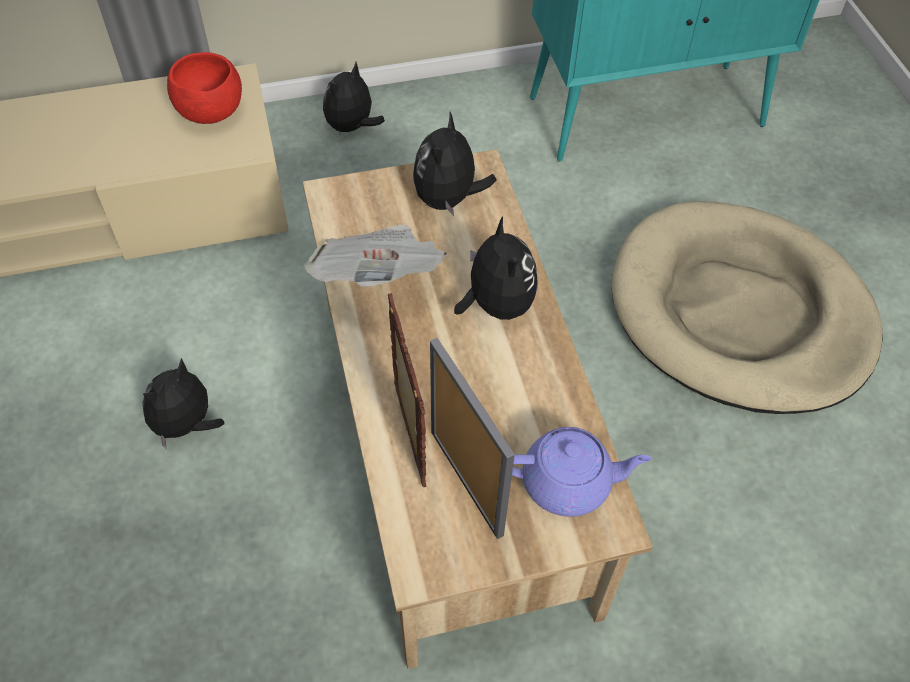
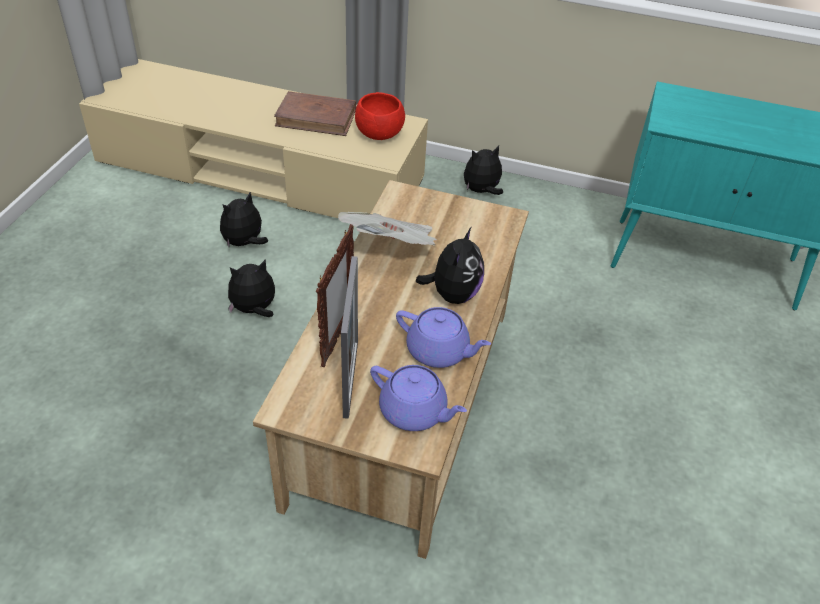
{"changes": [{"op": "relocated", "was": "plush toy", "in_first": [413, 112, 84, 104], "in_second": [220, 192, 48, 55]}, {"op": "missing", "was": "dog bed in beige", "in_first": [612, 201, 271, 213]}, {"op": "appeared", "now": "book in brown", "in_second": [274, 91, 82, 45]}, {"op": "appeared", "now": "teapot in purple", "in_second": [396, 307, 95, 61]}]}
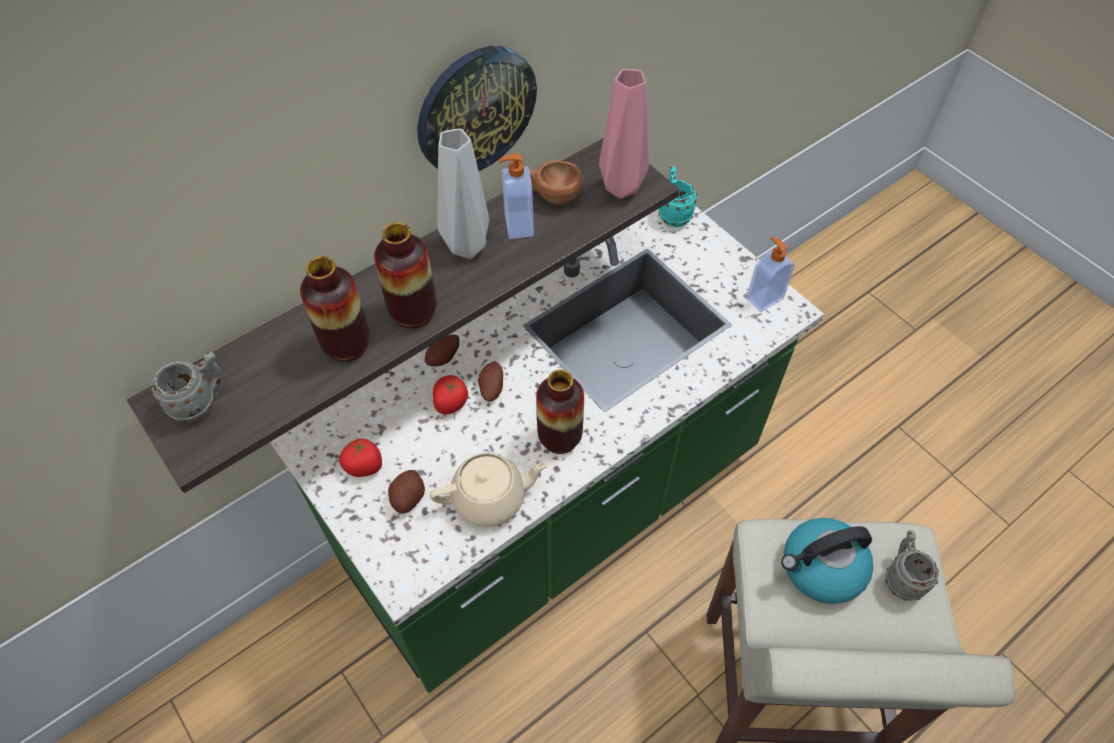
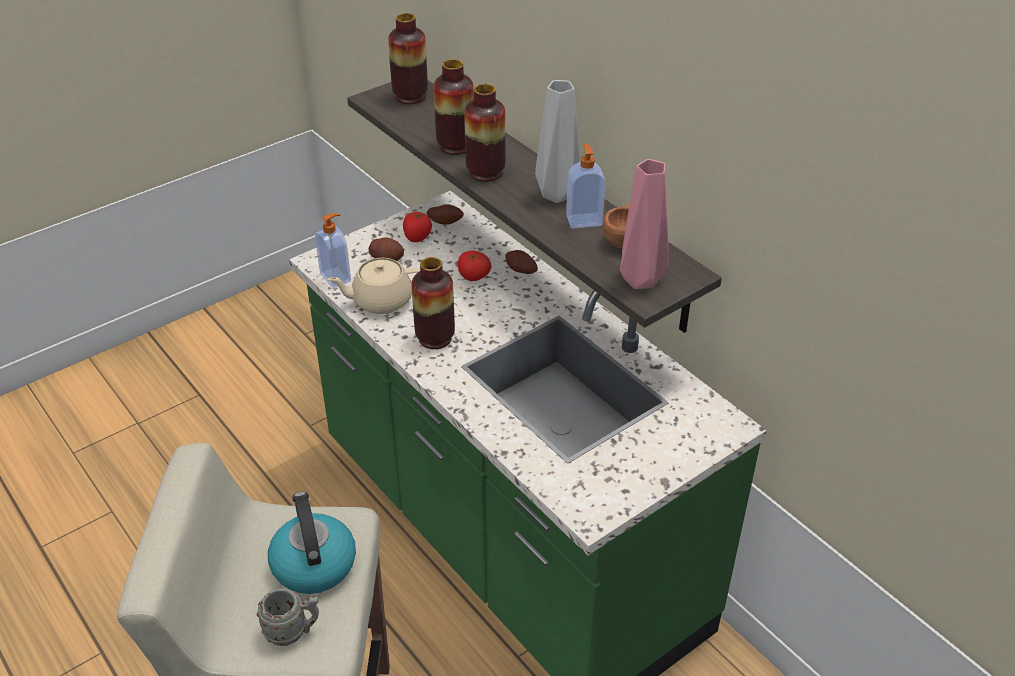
{"changes": [{"op": "exchanged", "was": "mug in grey", "now": "vase", "in_first": [151, 352, 71, 71], "in_second": [388, 13, 40, 91]}, {"op": "missing", "was": "wall clock", "in_first": [417, 46, 120, 125]}, {"op": "spun", "was": "teapot in beige", "in_first": [430, 453, 120, 74], "in_second": [327, 258, 93, 56], "clockwise": 90}, {"op": "relocated", "was": "potato", "in_first": [478, 361, 25, 41], "in_second": [427, 204, 37, 21]}, {"op": "missing", "was": "mug in turquoise", "in_first": [658, 166, 39, 61]}, {"op": "relocated", "was": "soap dispenser", "in_first": [746, 237, 49, 75], "in_second": [315, 213, 36, 75]}]}
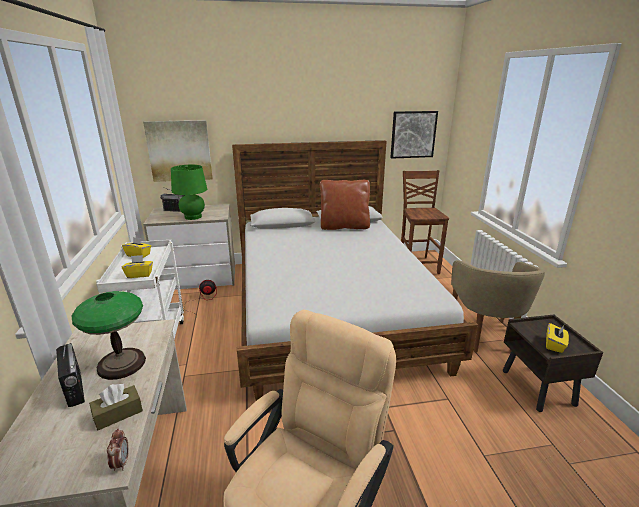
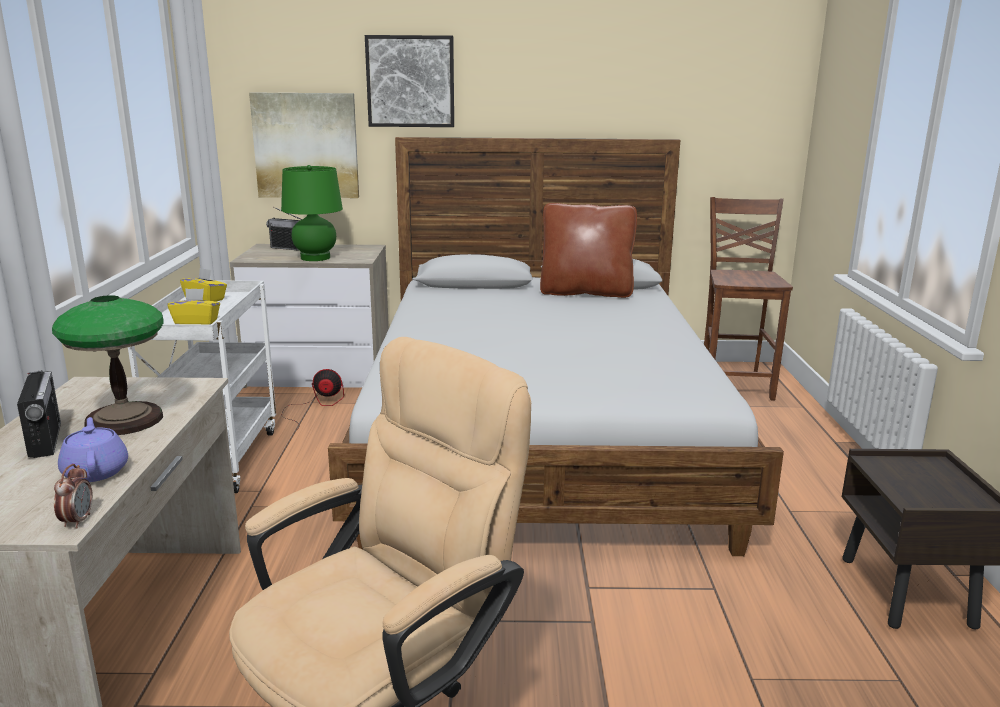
{"changes": [{"op": "exchanged", "was": "tissue box in brown", "now": "teapot in purple", "in_first": [89, 384, 54, 47], "in_second": [58, 417, 70, 65]}, {"op": "relocated", "was": "picture", "in_first": [390, 111, 48, 48], "in_second": [365, 35, 89, 92]}, {"op": "missing", "was": "armchair in beige", "in_first": [451, 260, 94, 93]}, {"op": "missing", "was": "tissue box in yellow", "in_first": [546, 323, 23, 30]}]}
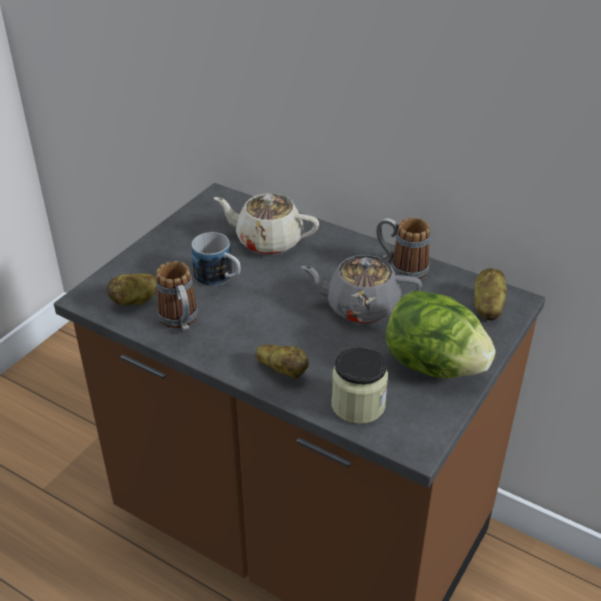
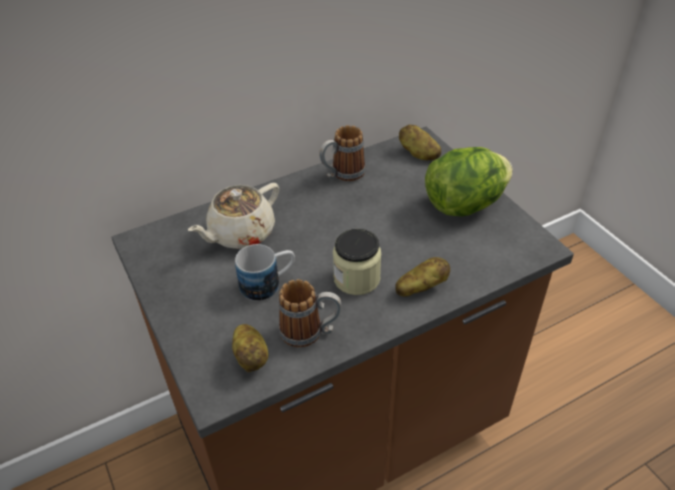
{"changes": [{"op": "missing", "was": "teapot in grey", "in_first": [301, 255, 121, 69]}, {"op": "relocated", "was": "jar", "in_first": [331, 347, 57, 77], "in_second": [333, 229, 48, 66]}]}
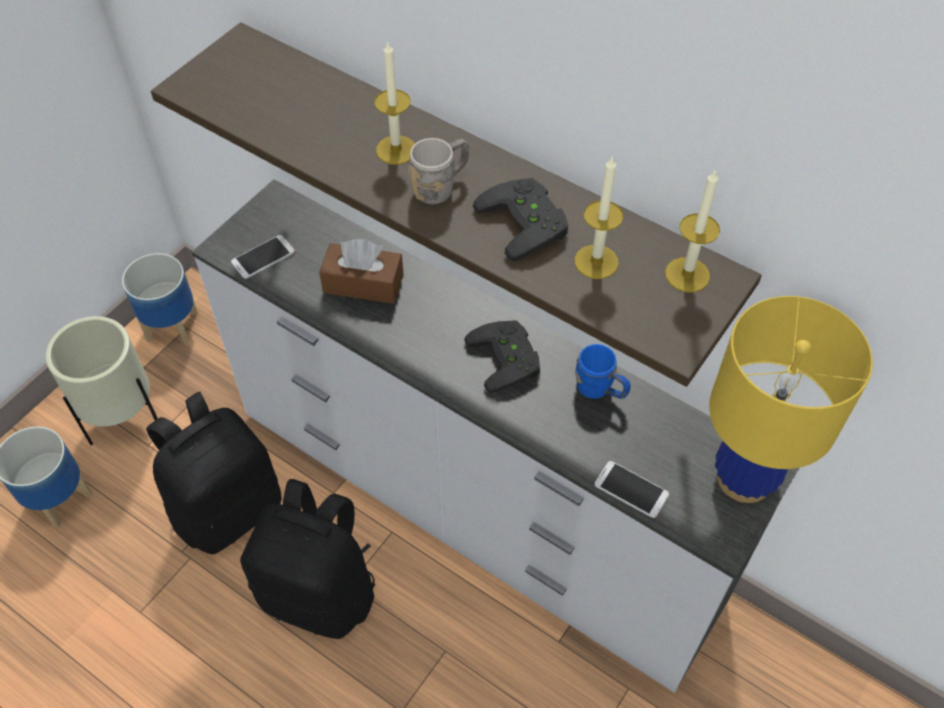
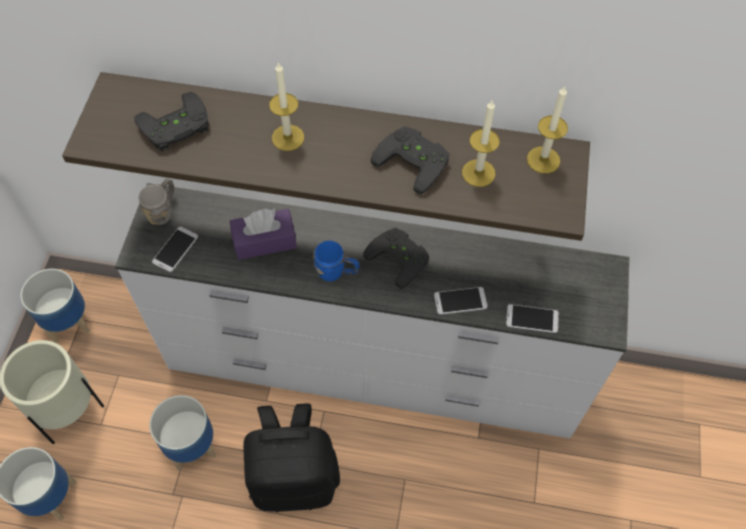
{"changes": [{"op": "exchanged", "was": "backpack in black", "now": "planter", "in_first": [146, 392, 135, 163], "in_second": [149, 395, 67, 76]}, {"op": "colour", "was": "tissue box in brown", "now": "tissue box in purple", "in_first": [319, 239, 85, 65], "in_second": [230, 208, 67, 52]}, {"op": "relocated", "was": "mug in grey", "in_first": [409, 138, 60, 66], "in_second": [139, 178, 35, 47]}, {"op": "relocated", "was": "mug in blue", "in_first": [575, 344, 56, 55], "in_second": [313, 241, 46, 40]}, {"op": "missing", "was": "table lamp in yellow", "in_first": [709, 296, 164, 207]}, {"op": "appeared", "now": "game controller in black", "in_second": [134, 92, 75, 59]}, {"op": "appeared", "now": "phone", "in_second": [434, 287, 54, 28]}]}
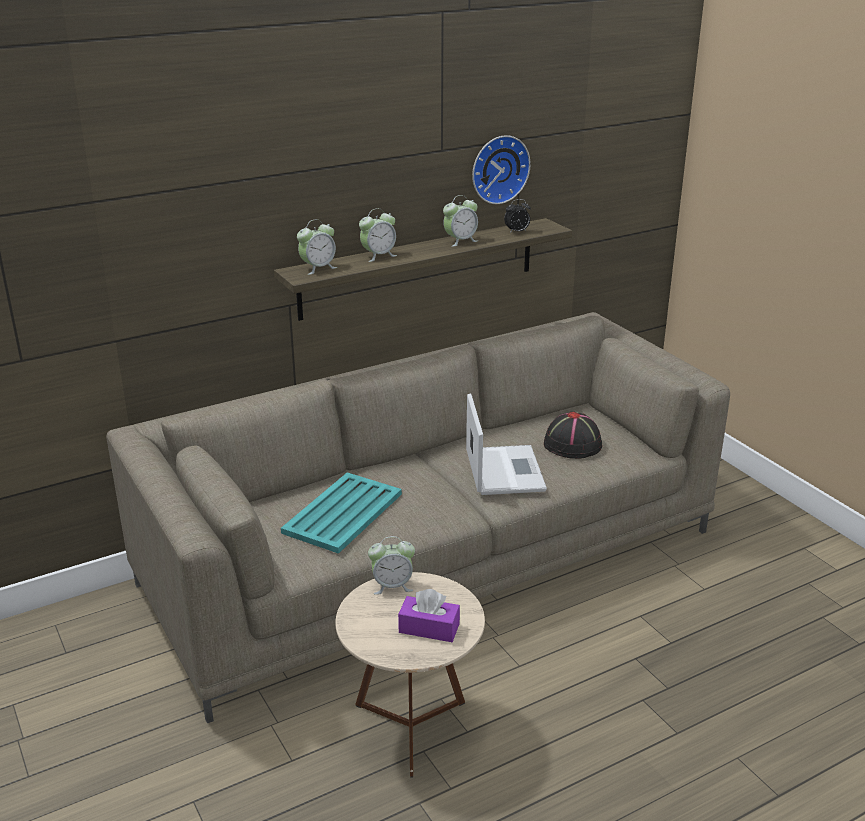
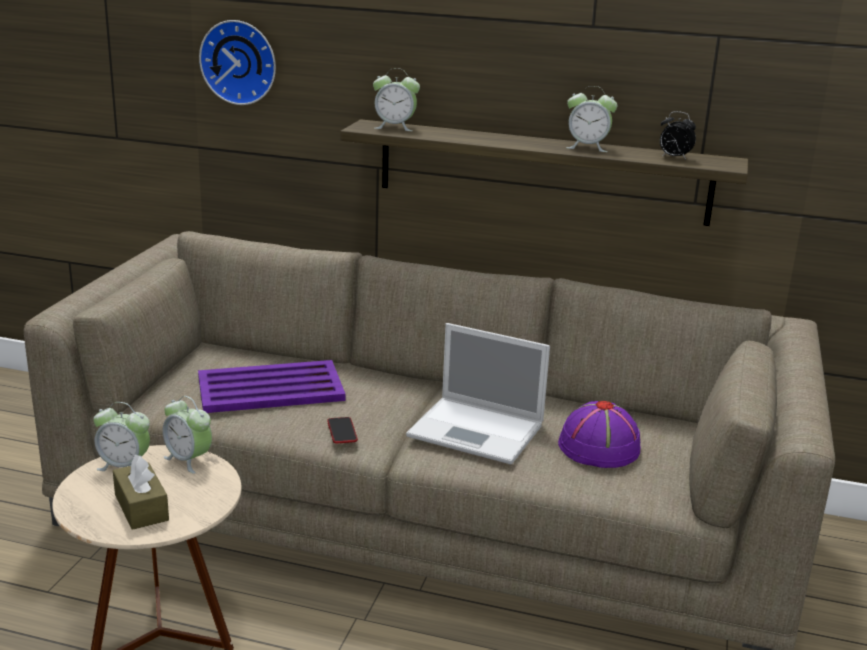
{"changes": [{"op": "colour", "was": "tray in turquoise", "now": "tray in purple", "in_first": [281, 472, 121, 82], "in_second": [198, 360, 148, 53]}, {"op": "relocated", "was": "alarm clock", "in_first": [359, 208, 38, 54], "in_second": [93, 402, 57, 69]}, {"op": "colour", "was": "tissue box in purple", "now": "tissue box in brown", "in_first": [398, 589, 62, 53], "in_second": [113, 455, 56, 75]}, {"op": "spun", "was": "laptop", "in_first": [466, 393, 81, 102], "in_second": [406, 323, 144, 142], "clockwise": 75}, {"op": "relocated", "was": "wall clock", "in_first": [472, 135, 59, 69], "in_second": [199, 20, 77, 85]}, {"op": "colour", "was": "hat in black", "now": "hat in purple", "in_first": [544, 412, 58, 47], "in_second": [558, 401, 83, 67]}, {"op": "appeared", "now": "phone", "in_second": [327, 417, 31, 27]}]}
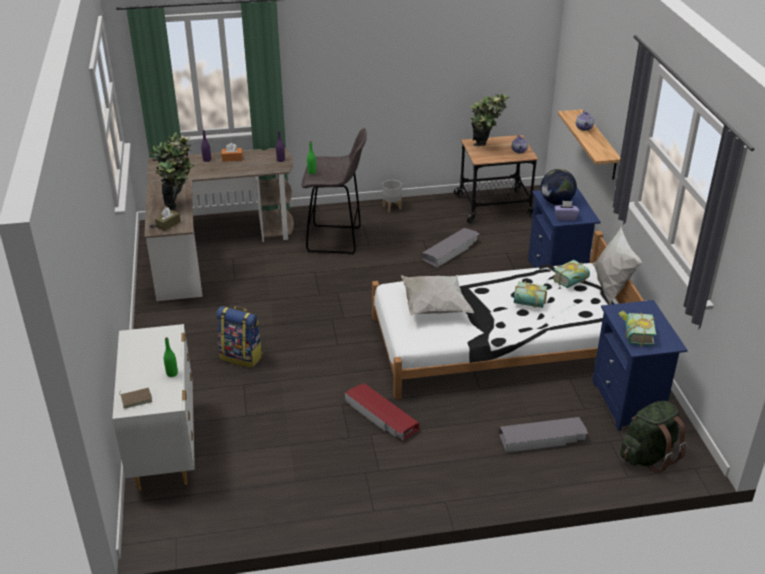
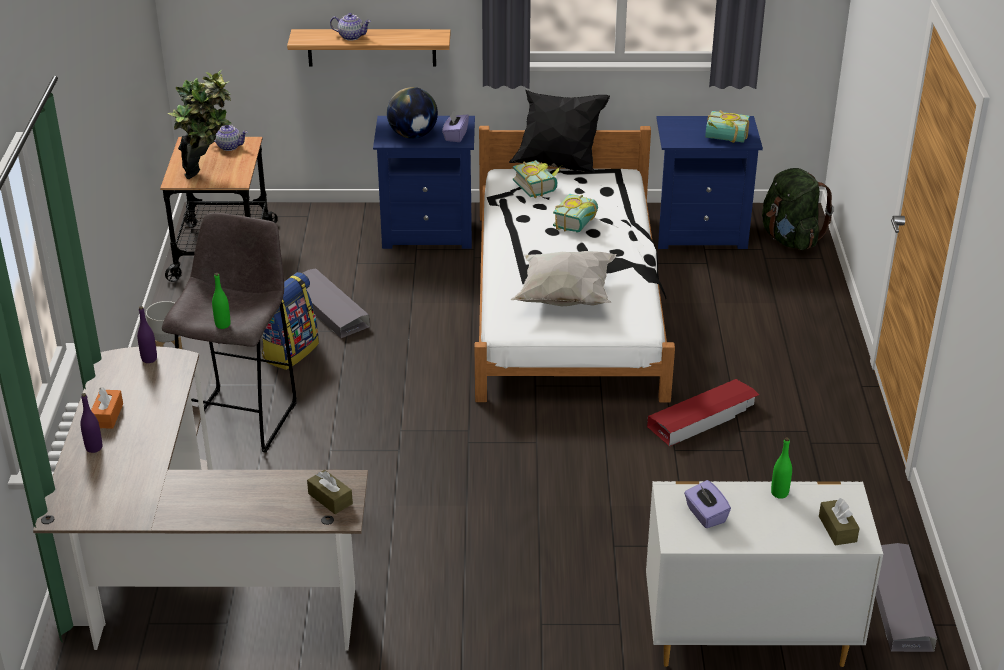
{"changes": [{"op": "exchanged", "was": "book in brown", "now": "tissue box in brown", "in_first": [119, 388, 33, 21], "in_second": [819, 497, 41, 48]}, {"op": "missing", "was": "potted plant", "in_first": [150, 132, 45, 79]}, {"op": "relocated", "was": "backpack", "in_first": [216, 306, 47, 62], "in_second": [262, 272, 57, 98]}, {"op": "relocated", "was": "storage box in grey", "in_first": [499, 417, 89, 36], "in_second": [875, 543, 62, 109]}, {"op": "colour", "was": "pillow in white", "now": "pillow in black", "in_first": [593, 225, 50, 80], "in_second": [509, 90, 101, 83]}, {"op": "appeared", "now": "tissue box in purple", "in_second": [684, 480, 47, 48]}]}
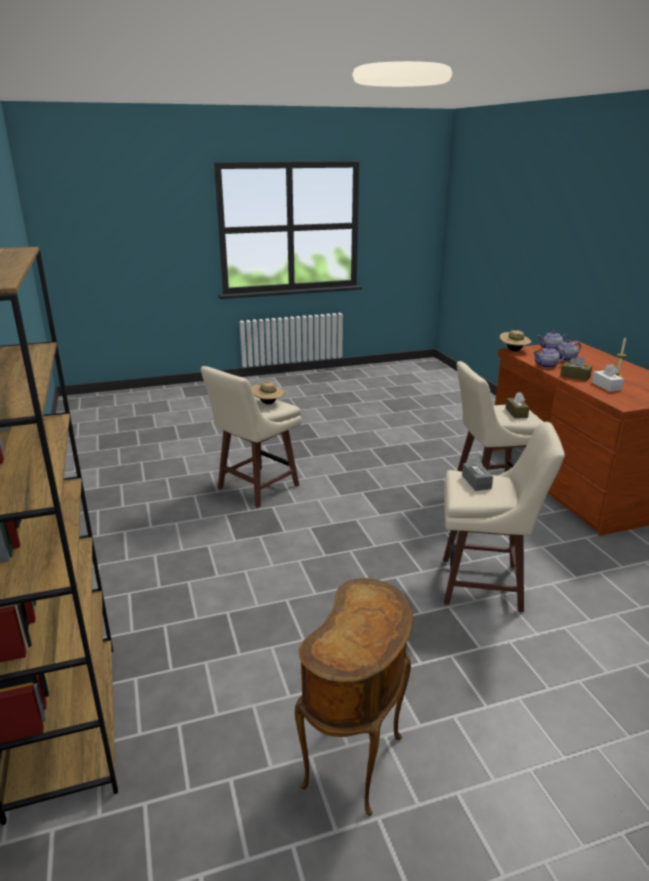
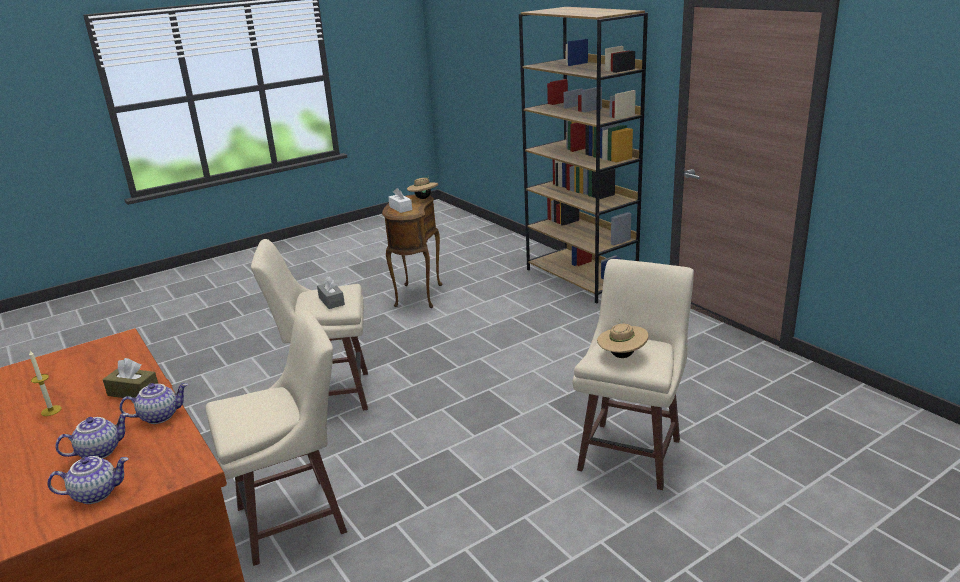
{"changes": [{"op": "relocated", "was": "hat in beige", "in_first": [500, 330, 31, 21], "in_second": [407, 177, 31, 22]}, {"op": "missing", "was": "tissue box in brown", "in_first": [505, 392, 25, 26]}, {"op": "relocated", "was": "tissue box in white", "in_first": [592, 364, 32, 28], "in_second": [388, 188, 24, 25]}]}
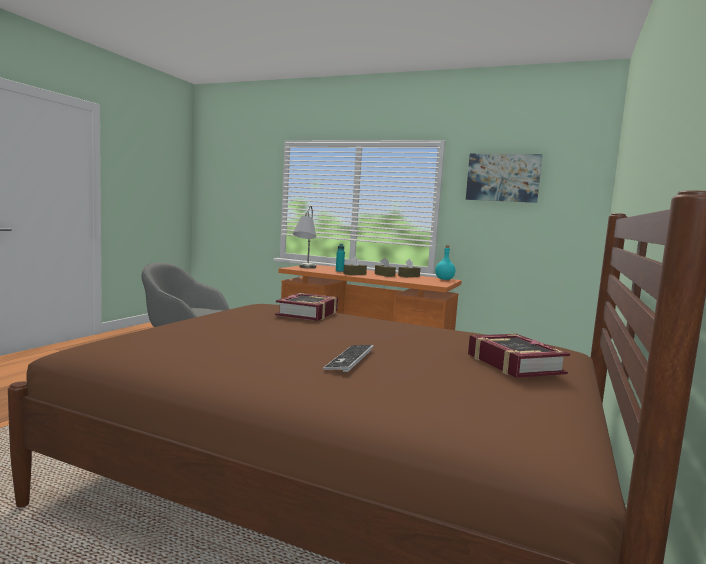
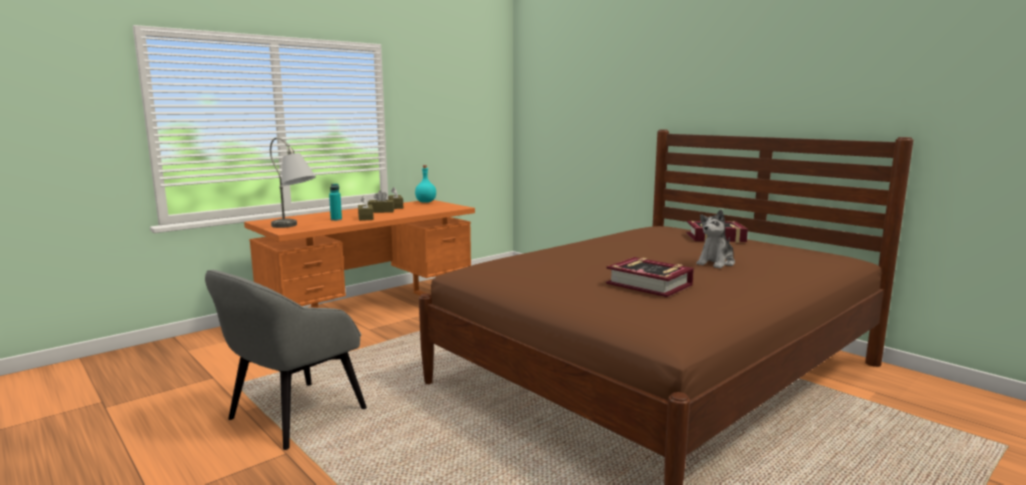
{"changes": [{"op": "relocated", "was": "book", "in_first": [275, 293, 63, 28], "in_second": [606, 257, 88, 40]}, {"op": "exchanged", "was": "keyboard", "now": "plush toy", "in_first": [323, 345, 51, 27], "in_second": [696, 210, 39, 58]}, {"op": "missing", "was": "picture", "in_first": [466, 154, 76, 49]}]}
